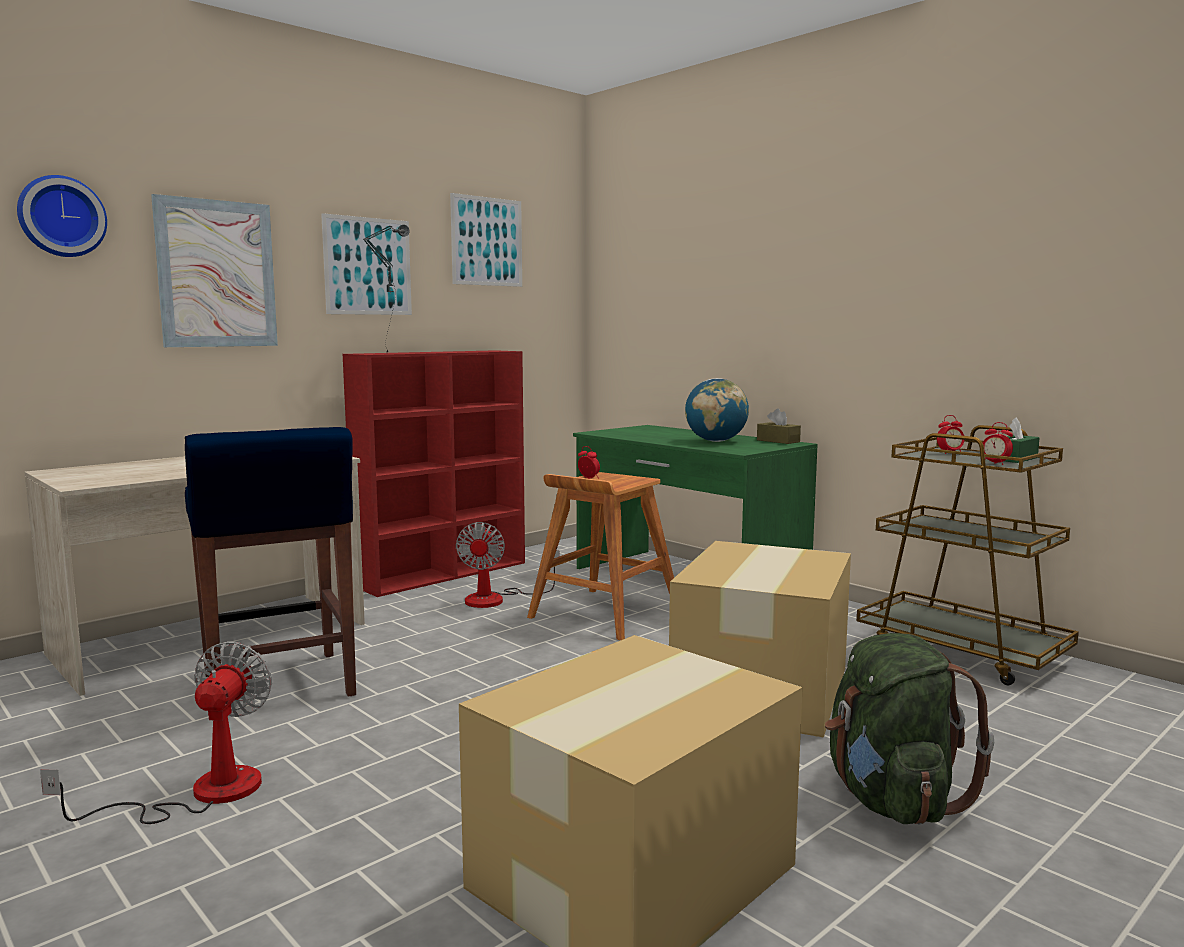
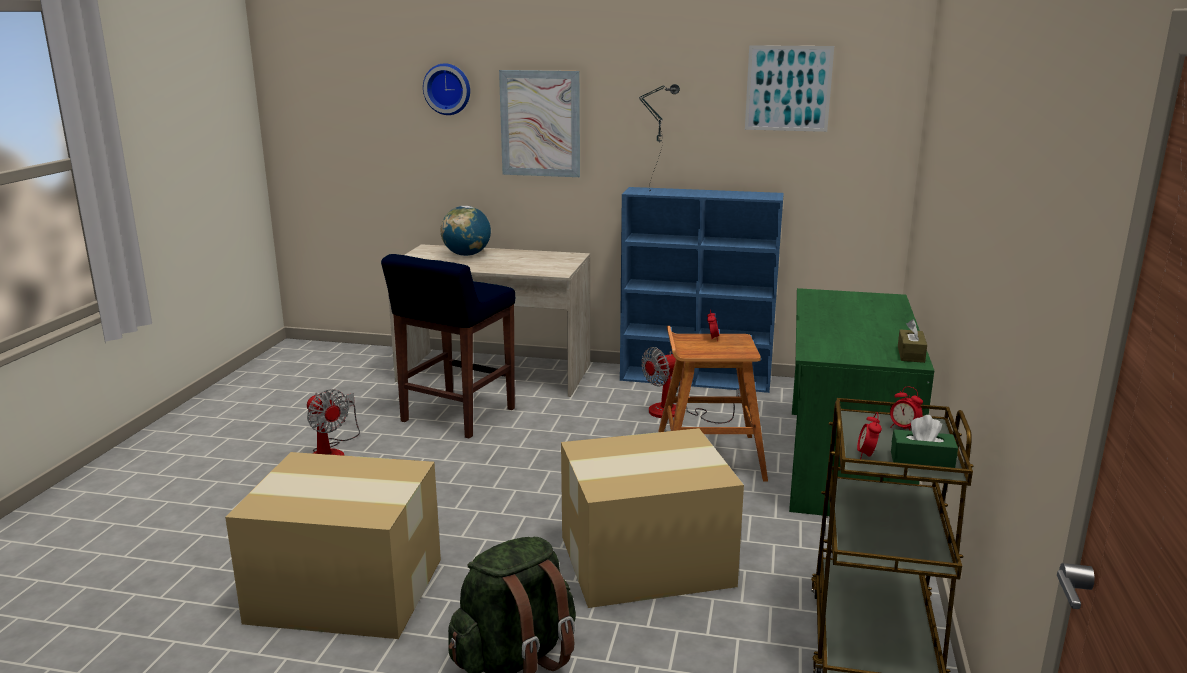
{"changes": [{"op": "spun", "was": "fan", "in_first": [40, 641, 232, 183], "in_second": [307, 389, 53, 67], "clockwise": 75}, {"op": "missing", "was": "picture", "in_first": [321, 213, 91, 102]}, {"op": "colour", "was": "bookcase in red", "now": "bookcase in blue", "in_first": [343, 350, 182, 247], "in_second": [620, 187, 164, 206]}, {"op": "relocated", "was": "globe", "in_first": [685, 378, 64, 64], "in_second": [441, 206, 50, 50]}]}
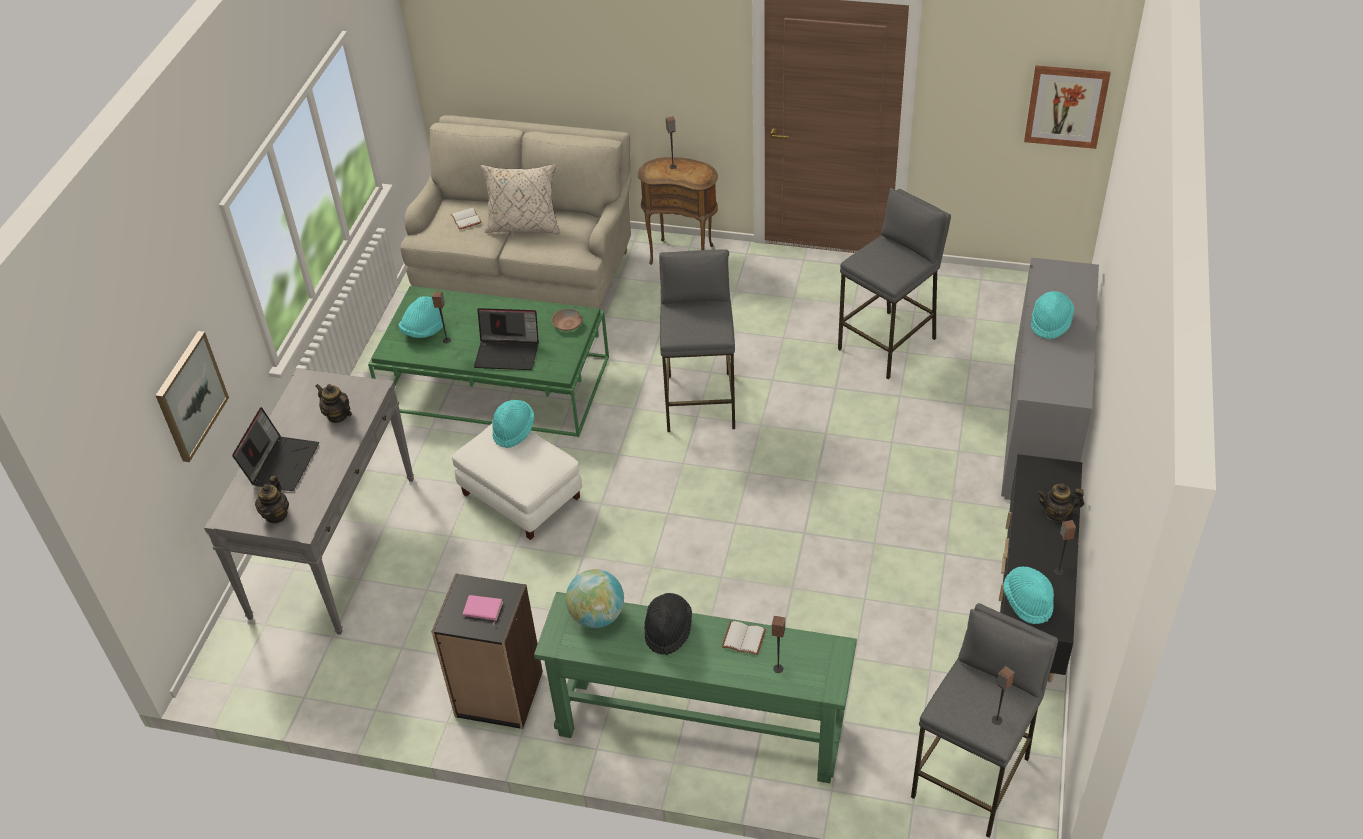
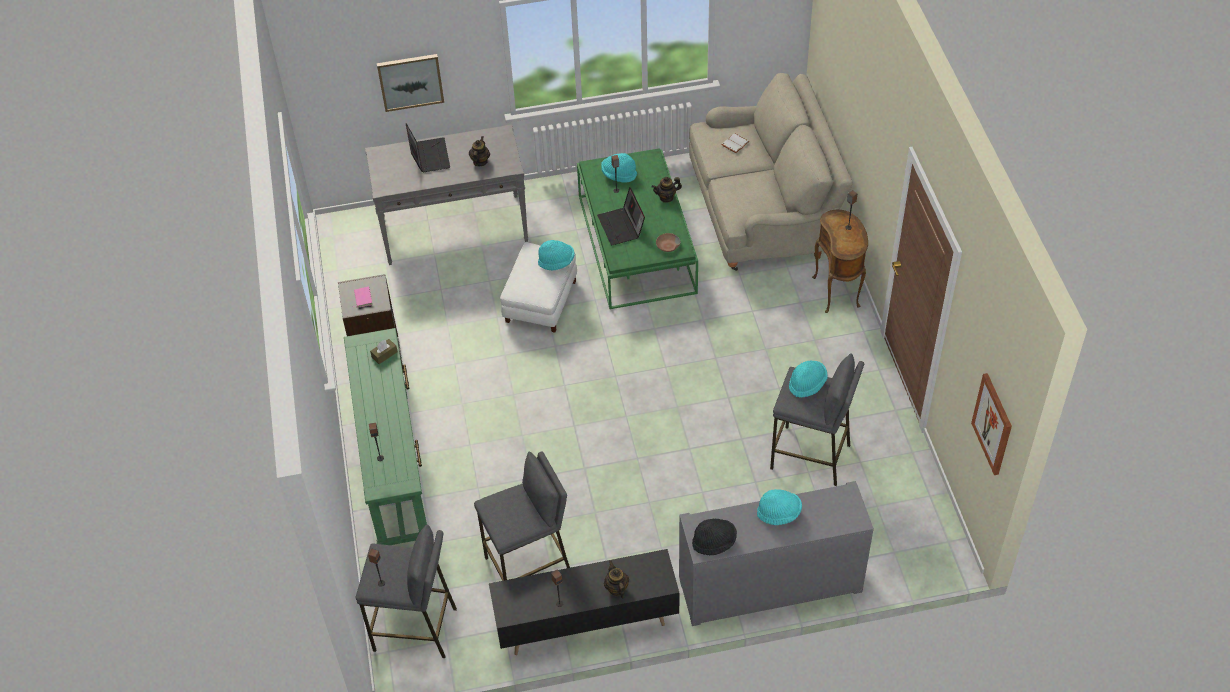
{"changes": [{"op": "spun", "was": "laptop", "in_first": [232, 407, 87, 84], "in_second": [406, 123, 44, 49], "clockwise": -90}, {"op": "relocated", "was": "teapot", "in_first": [255, 476, 34, 47], "in_second": [652, 177, 30, 26]}, {"op": "missing", "was": "pillow in beige", "in_first": [481, 164, 79, 71]}, {"op": "exchanged", "was": "globe", "now": "tissue box in brown", "in_first": [566, 569, 58, 59], "in_second": [370, 339, 28, 25]}, {"op": "relocated", "was": "hat in black", "in_first": [644, 593, 48, 62], "in_second": [692, 519, 45, 36]}, {"op": "relocated", "was": "stool in grey", "in_first": [659, 249, 76, 183], "in_second": [474, 452, 96, 129]}, {"op": "missing", "was": "book in white", "in_first": [722, 621, 44, 34]}, {"op": "relocated", "was": "hat in turquoise", "in_first": [1003, 566, 51, 58], "in_second": [789, 361, 39, 37]}]}
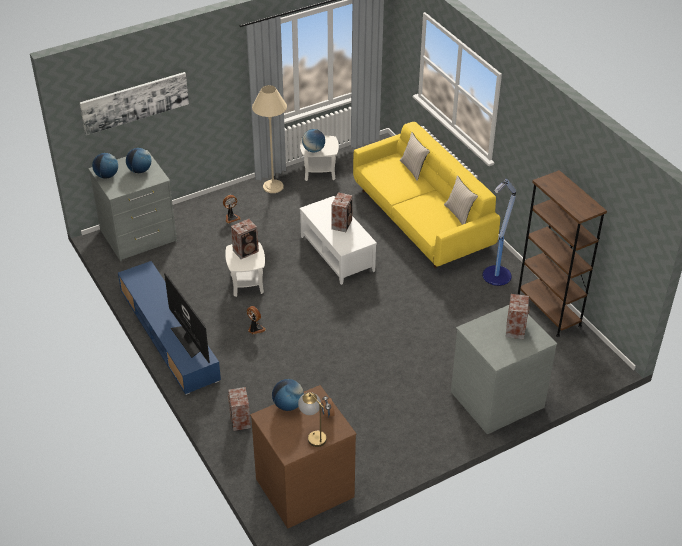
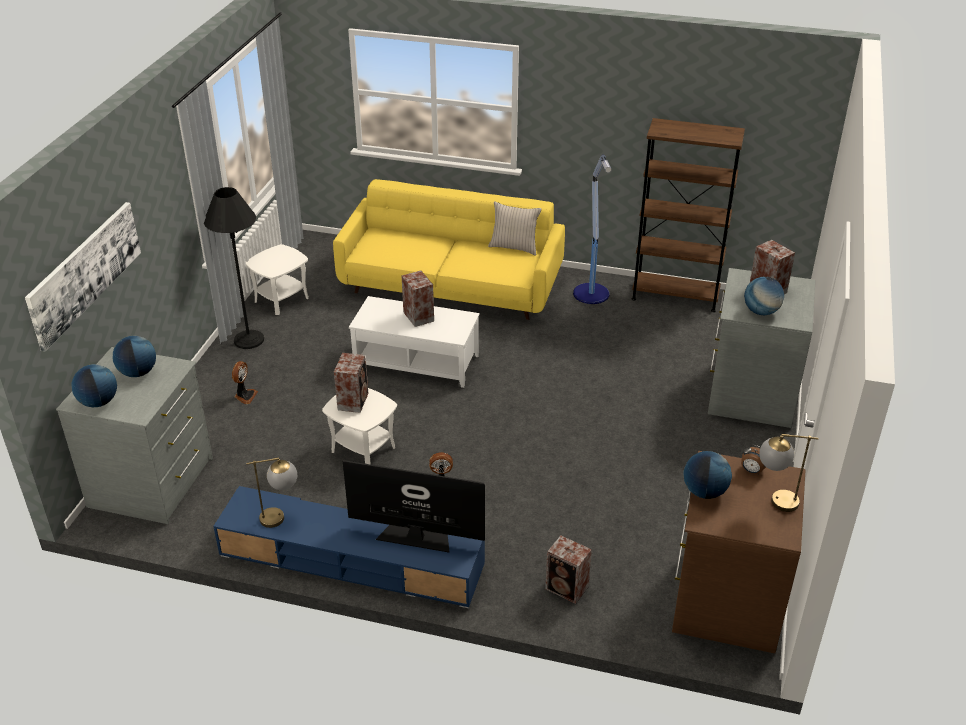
{"changes": [{"op": "colour", "was": "floor lamp in beige", "now": "floor lamp in black", "in_first": [252, 85, 35, 108], "in_second": [204, 187, 60, 162]}, {"op": "relocated", "was": "globe", "in_first": [302, 129, 23, 24], "in_second": [744, 277, 40, 38]}, {"op": "missing", "was": "pillow in beige", "in_first": [400, 132, 30, 49]}, {"op": "appeared", "now": "table lamp", "in_second": [247, 458, 50, 70]}]}
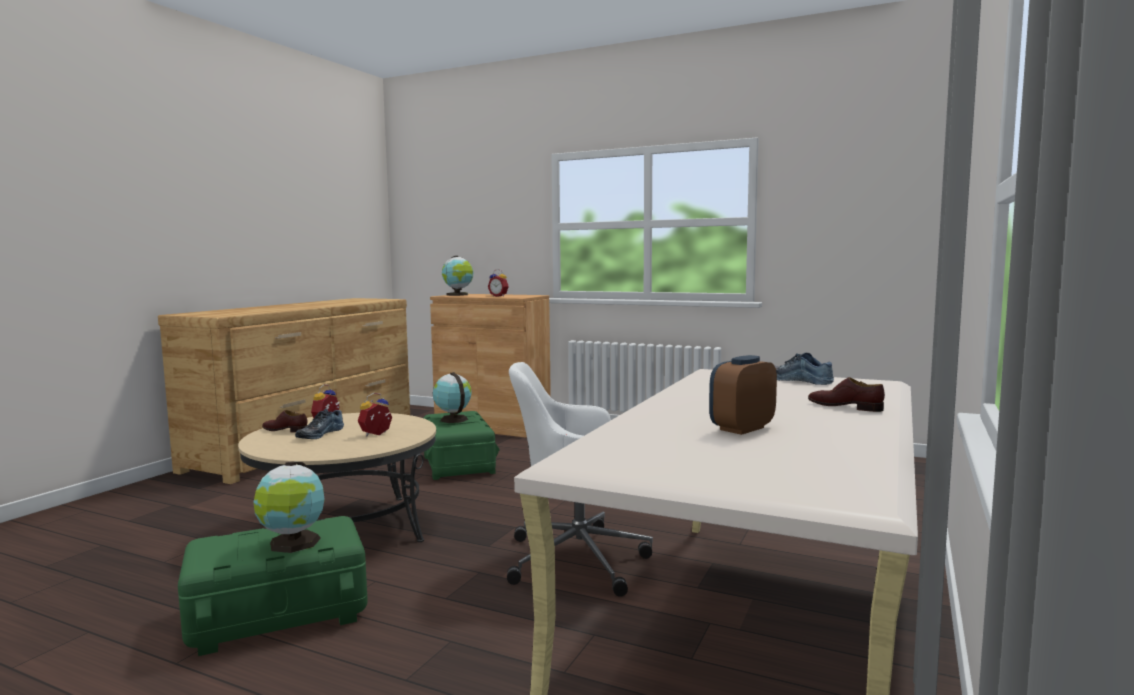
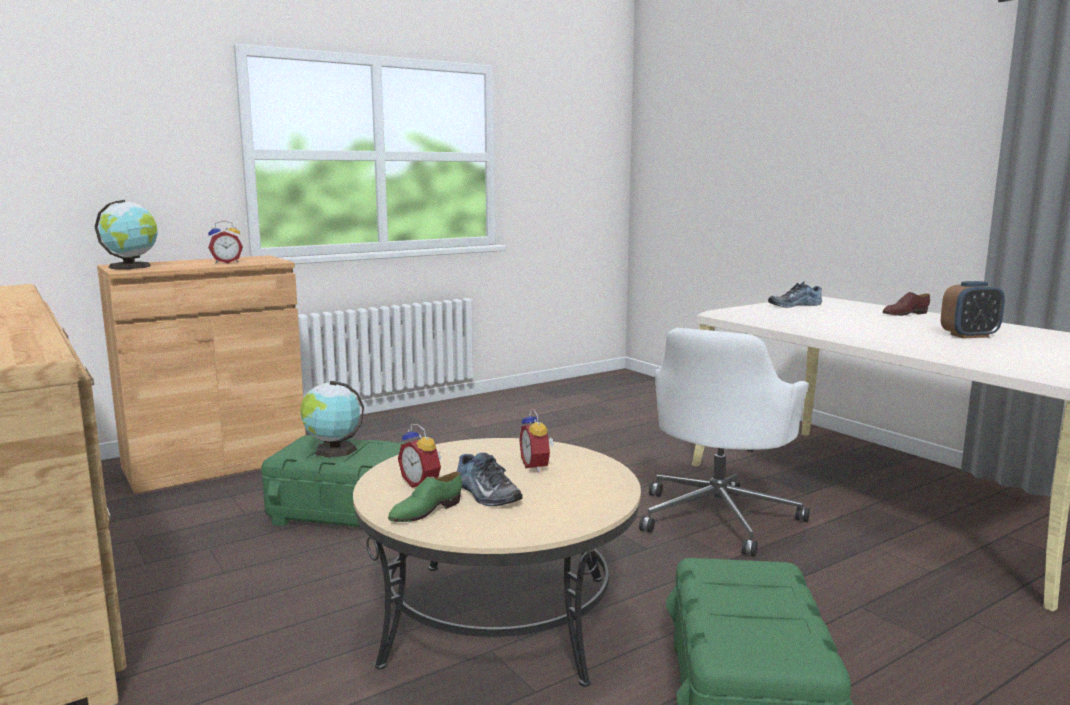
{"changes": [{"op": "missing", "was": "globe", "in_first": [253, 462, 72, 91]}, {"op": "colour", "was": "shoe in brown", "now": "shoe in green", "in_first": [262, 410, 46, 22], "in_second": [388, 472, 74, 50]}, {"op": "spun", "was": "alarm clock", "in_first": [709, 355, 68, 80], "in_second": [941, 281, 64, 57], "clockwise": -90}]}
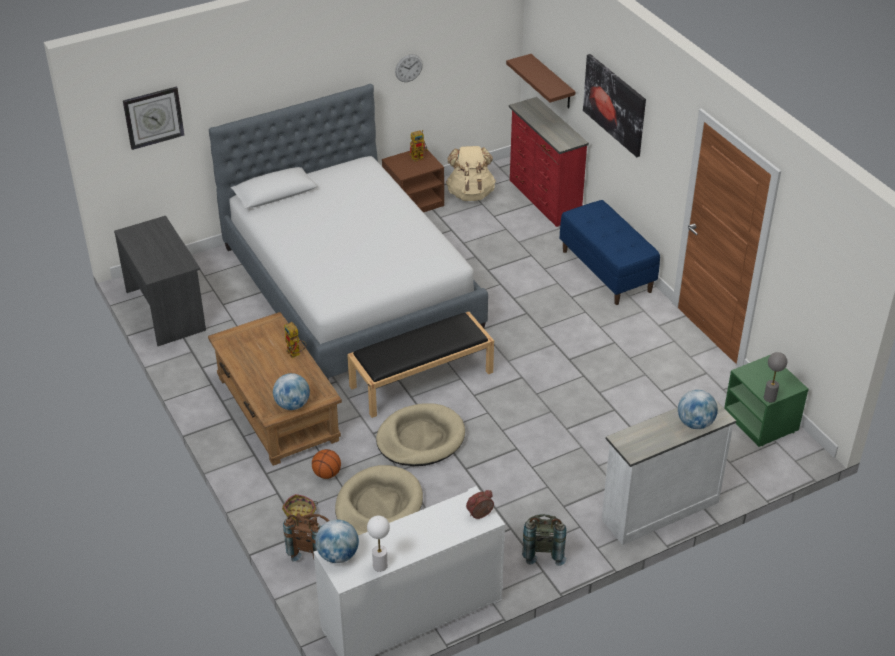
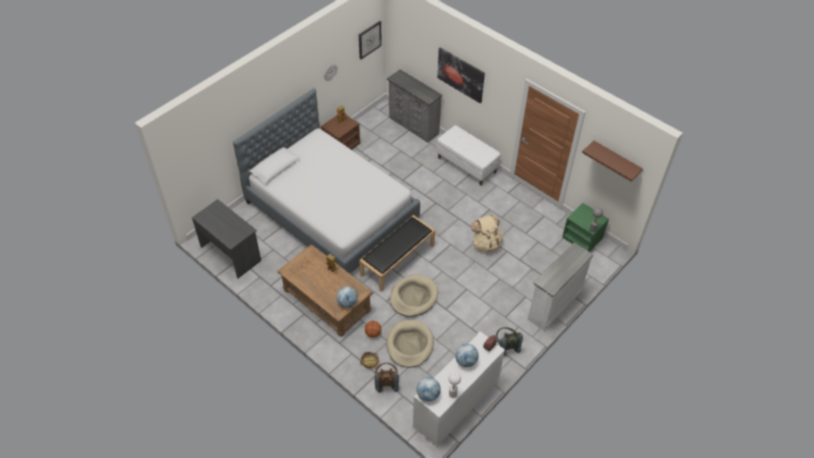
{"changes": [{"op": "relocated", "was": "wall clock", "in_first": [123, 87, 62, 63], "in_second": [359, 21, 23, 38]}, {"op": "relocated", "was": "backpack in beige", "in_first": [446, 146, 50, 55], "in_second": [471, 215, 32, 38]}, {"op": "relocated", "was": "shelf in brown", "in_first": [506, 54, 69, 55], "in_second": [582, 141, 61, 41]}, {"op": "colour", "was": "dresser in red", "now": "dresser in grey", "in_first": [509, 97, 80, 130], "in_second": [387, 69, 56, 74]}, {"op": "colour", "was": "bench in blue", "now": "bench in white", "in_first": [560, 200, 100, 105], "in_second": [436, 125, 65, 61]}, {"op": "relocated", "was": "globe", "in_first": [678, 390, 40, 39], "in_second": [455, 344, 24, 23]}]}
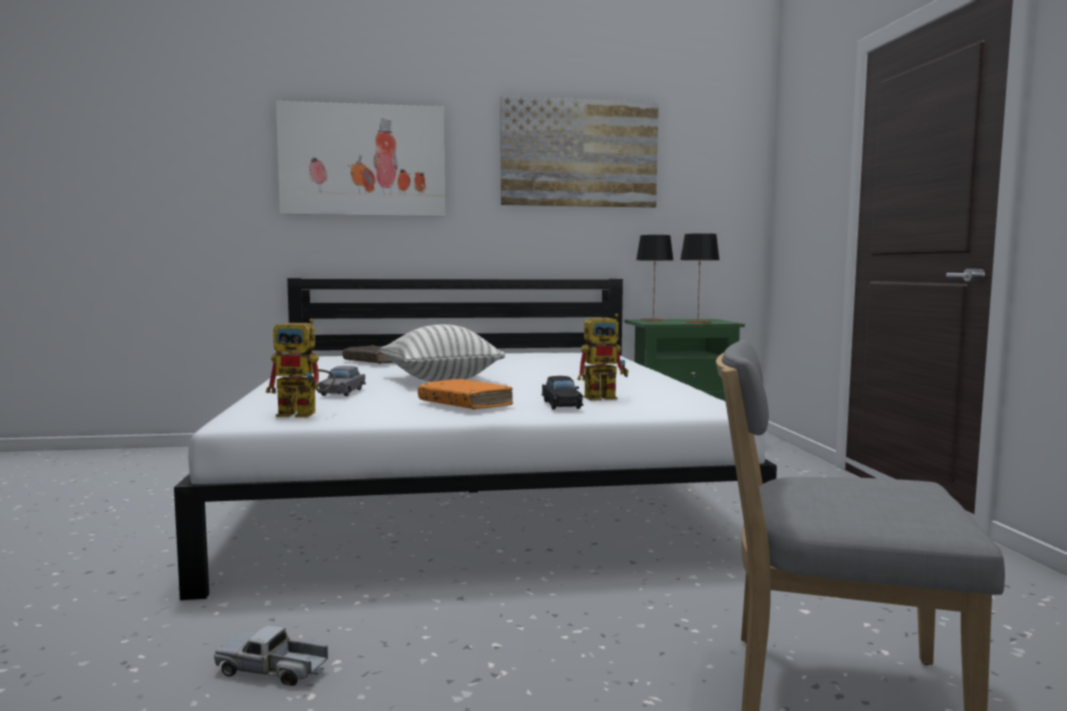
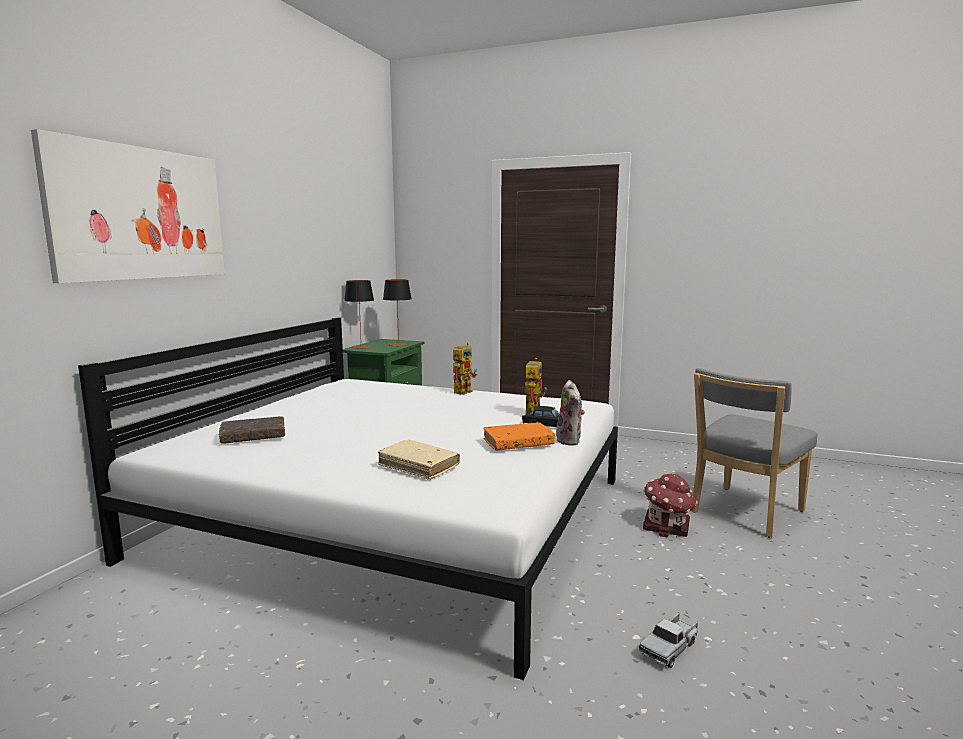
{"changes": [{"op": "relocated", "was": "toy robot", "in_first": [265, 318, 71, 99], "in_second": [453, 343, 24, 52]}, {"op": "exchanged", "was": "toy car in grey", "now": "book in beige", "in_first": [318, 366, 48, 30], "in_second": [378, 439, 82, 41]}, {"op": "missing", "was": "pillow", "in_first": [380, 324, 125, 58]}, {"op": "missing", "was": "picture", "in_first": [501, 96, 158, 112]}, {"op": "appeared", "now": "plush toy", "in_second": [556, 380, 29, 66]}, {"op": "appeared", "now": "toy house", "in_second": [643, 474, 54, 64]}]}
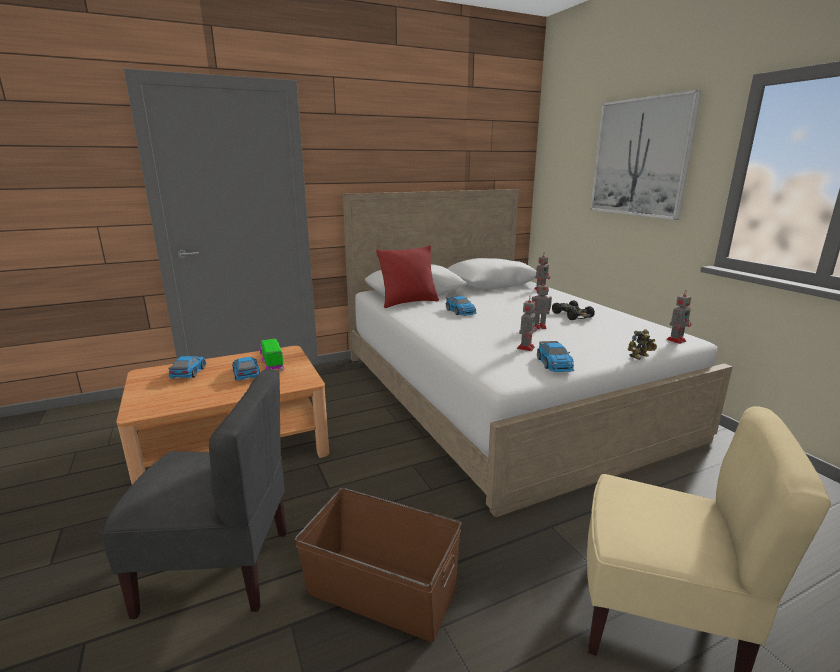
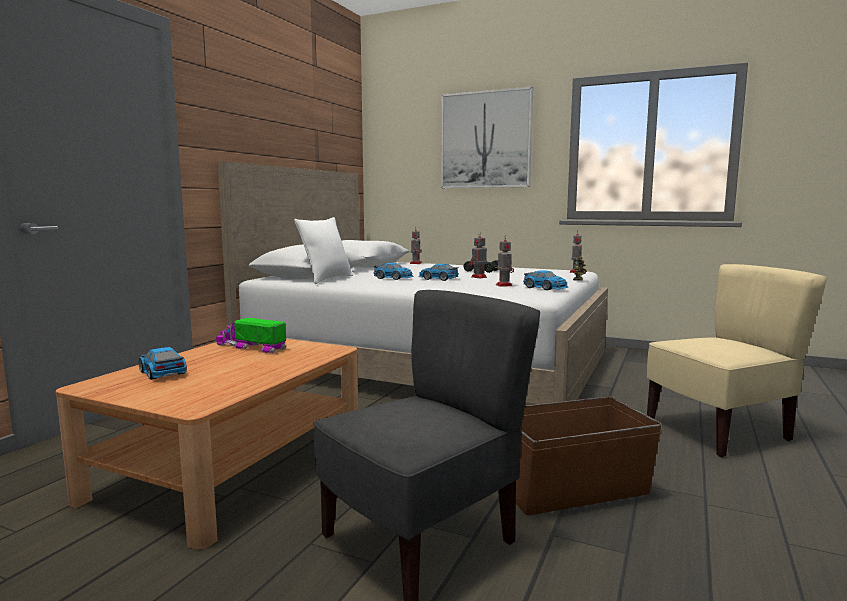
{"changes": [{"op": "relocated", "was": "toy car", "in_first": [232, 357, 28, 24], "in_second": [418, 264, 41, 17]}, {"op": "colour", "was": "pillow in red", "now": "pillow in white", "in_first": [376, 245, 63, 63], "in_second": [294, 217, 59, 67]}]}
